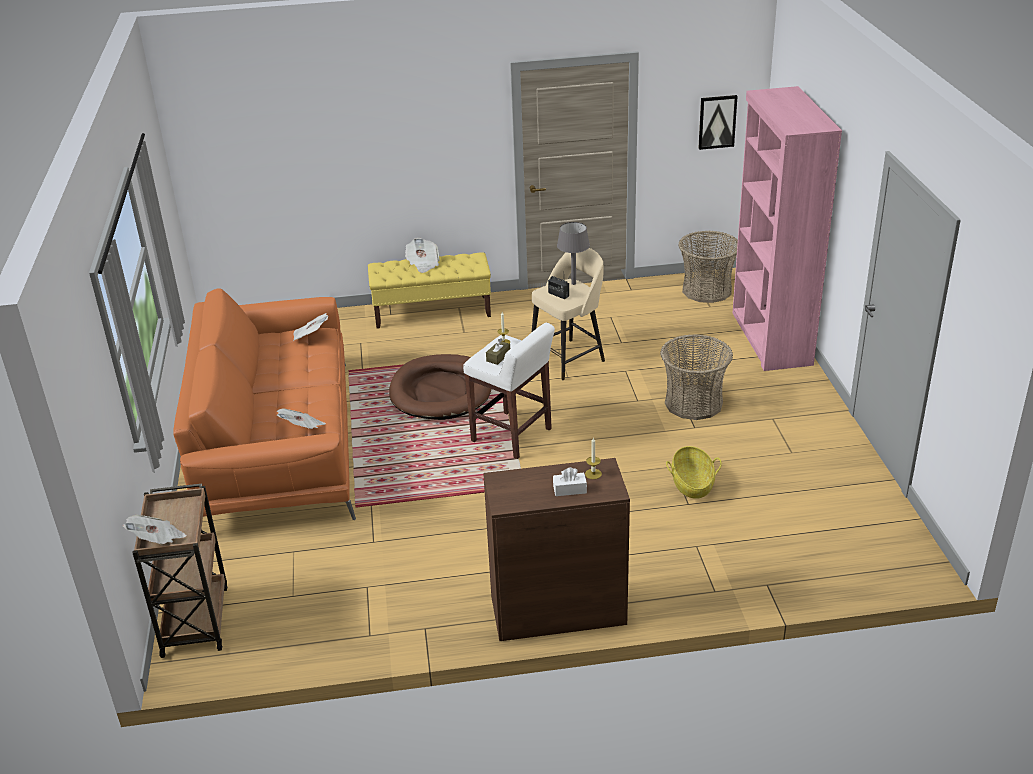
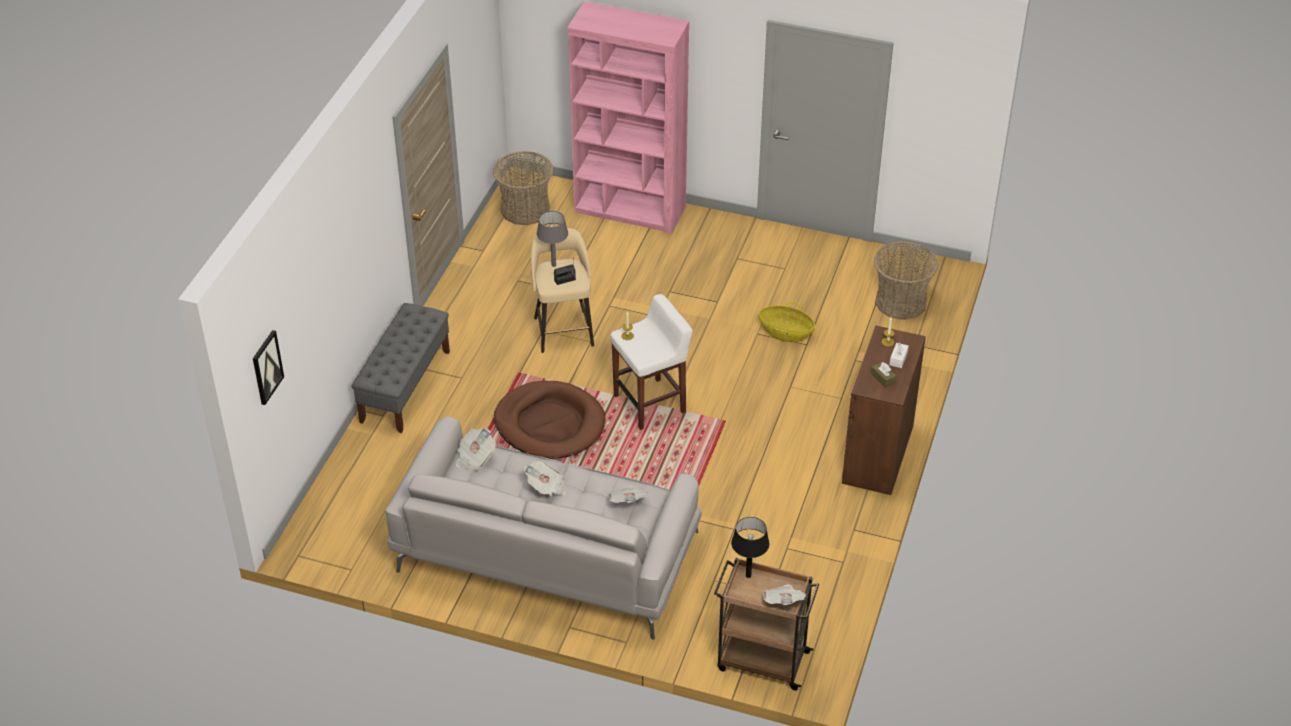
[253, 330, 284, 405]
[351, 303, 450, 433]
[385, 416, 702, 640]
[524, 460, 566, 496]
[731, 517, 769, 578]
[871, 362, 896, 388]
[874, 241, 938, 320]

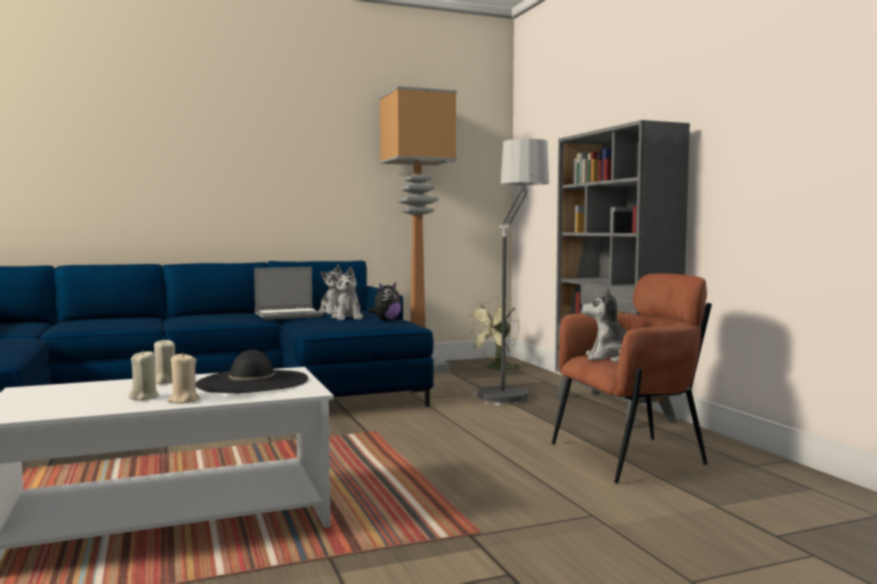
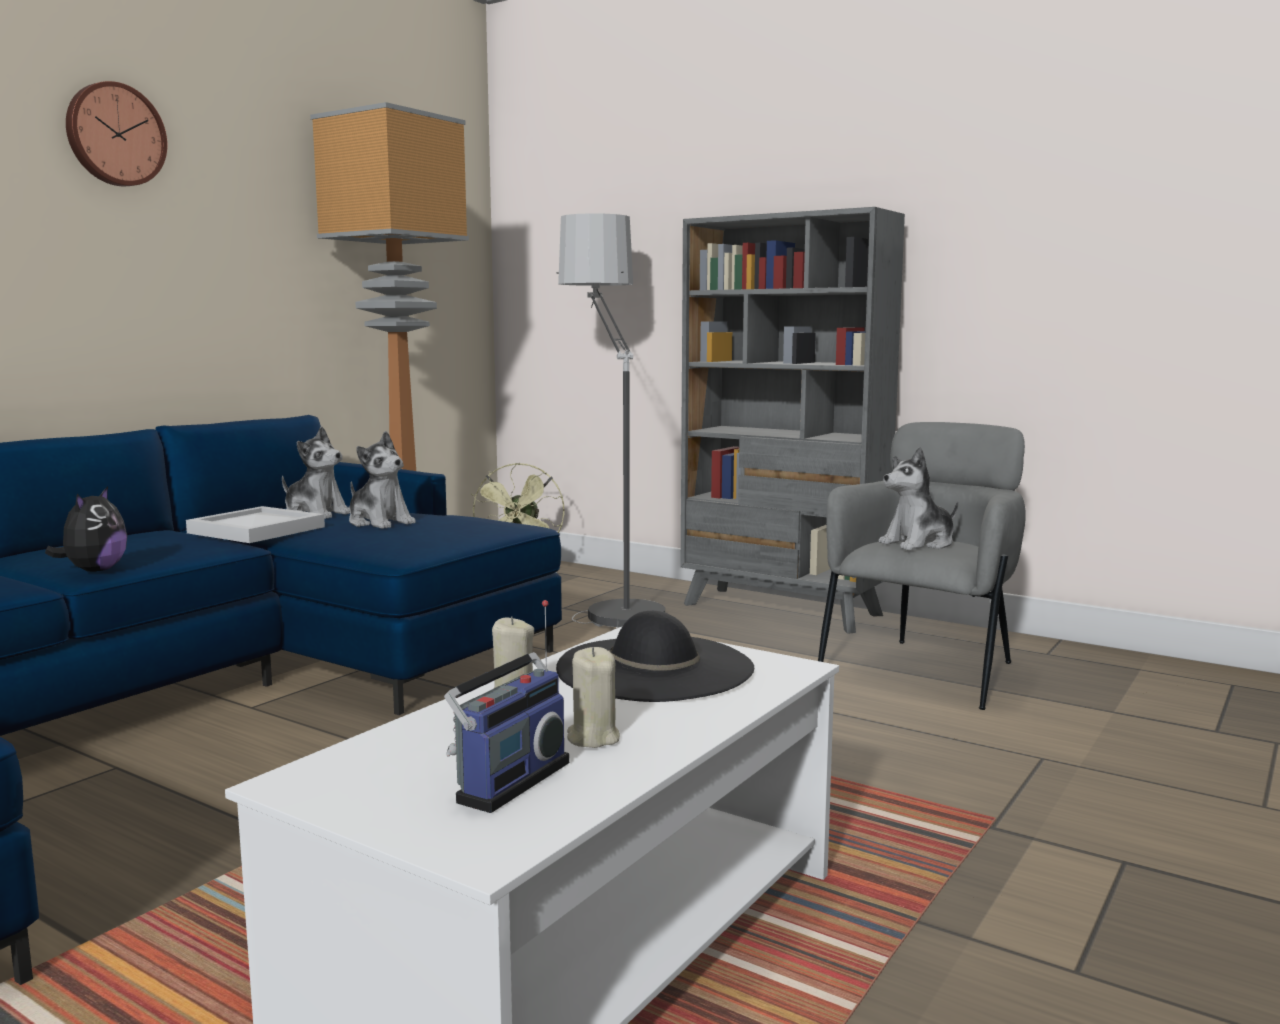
[45, 486, 127, 572]
[66, 81, 167, 186]
[186, 506, 325, 543]
[444, 600, 569, 813]
[818, 422, 1026, 710]
[167, 352, 200, 403] (first image)

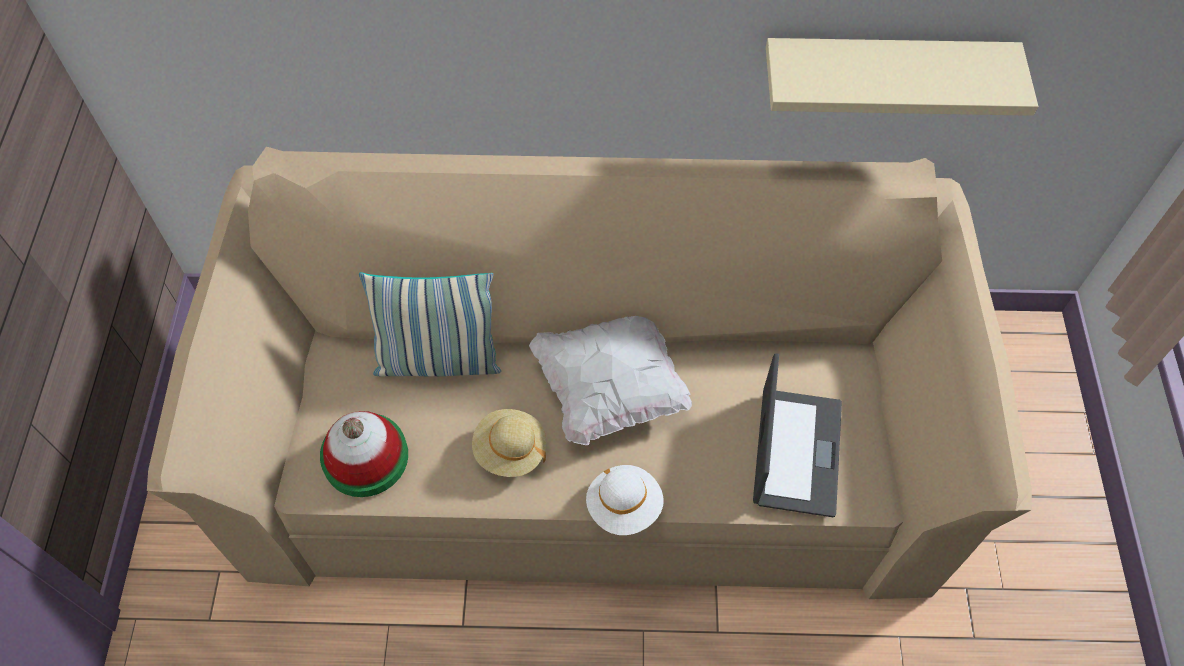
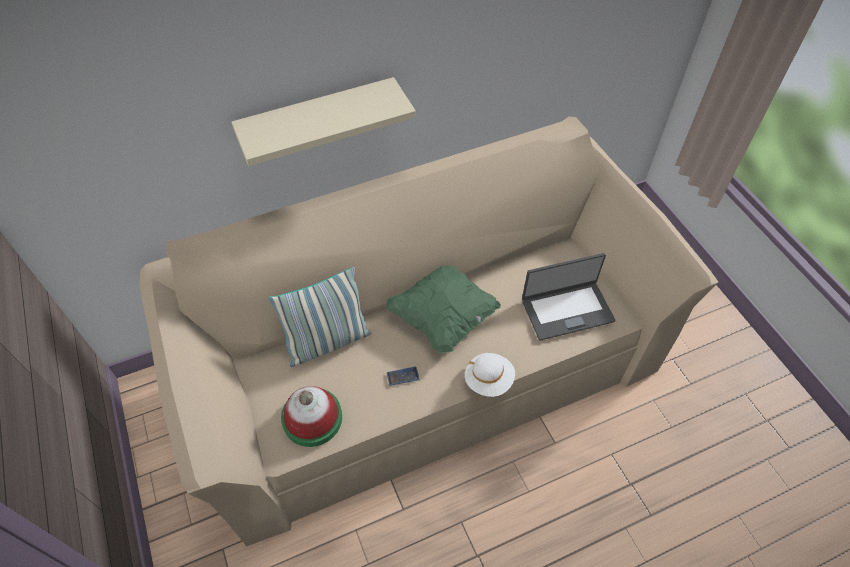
[231, 77, 416, 166]
[385, 265, 501, 354]
[387, 367, 419, 386]
[522, 253, 615, 340]

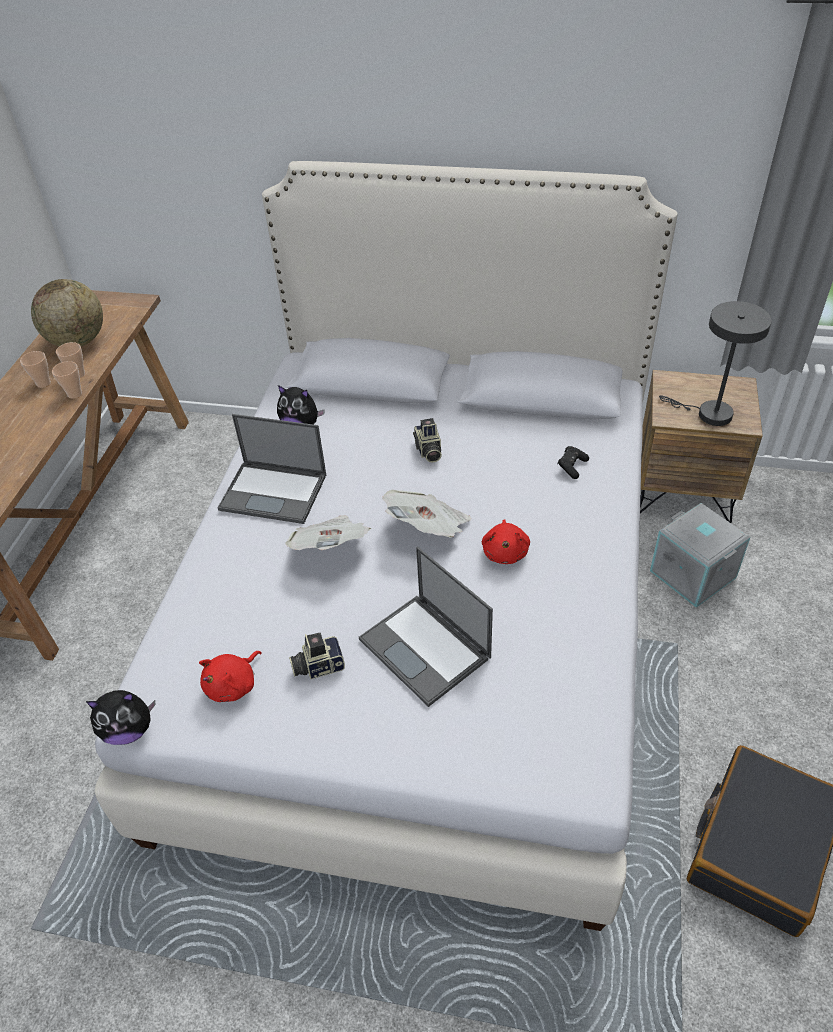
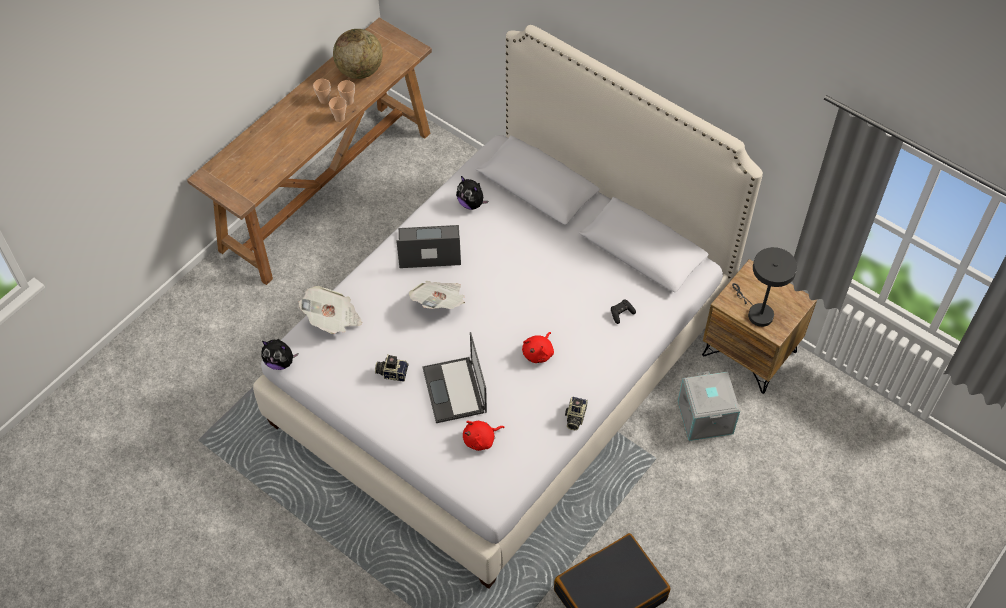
[299, 286, 362, 334]
[396, 225, 461, 268]
[463, 421, 505, 451]
[565, 397, 588, 430]

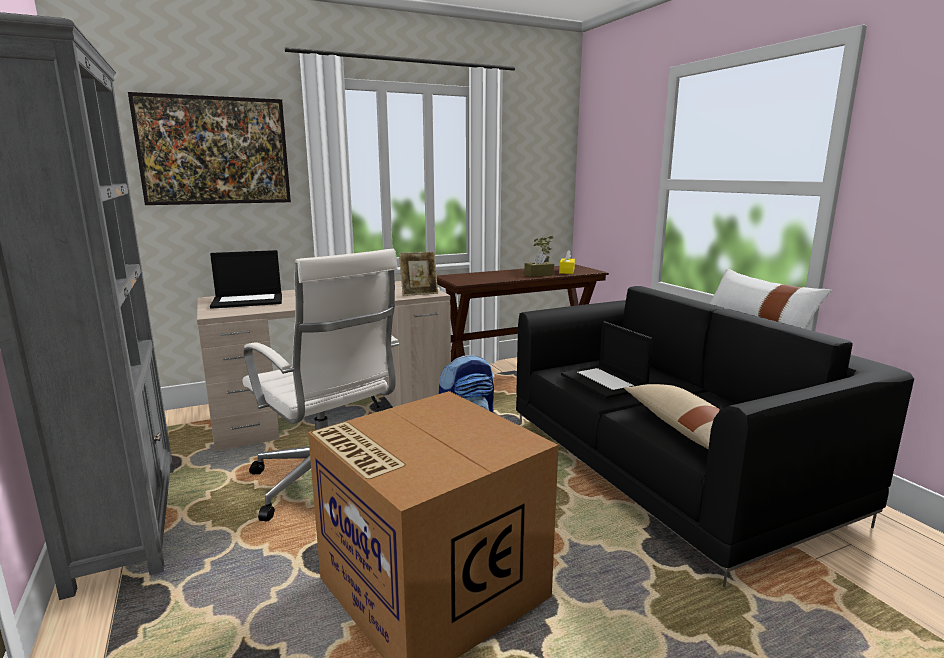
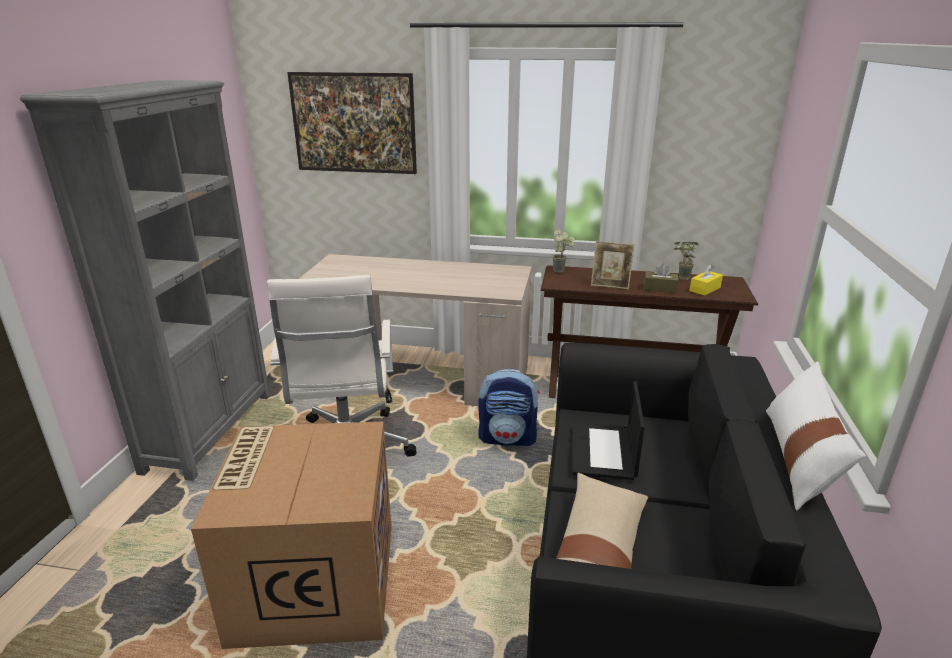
[552, 229, 575, 273]
[591, 241, 635, 289]
[210, 250, 282, 309] (first image)

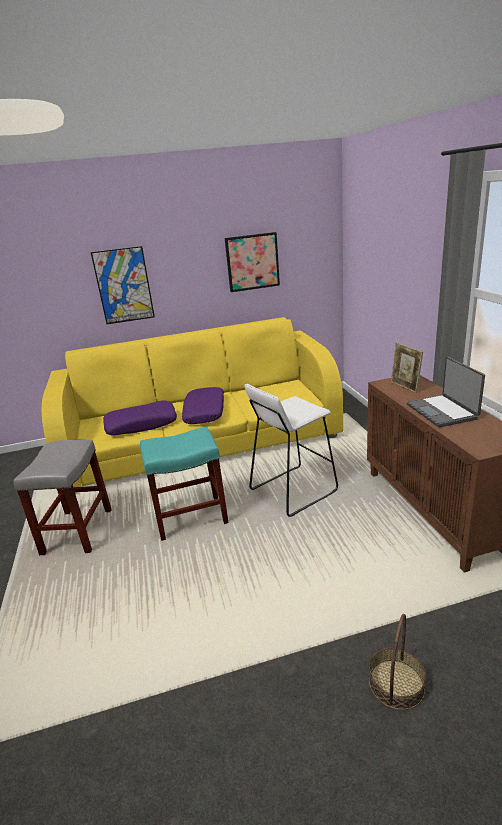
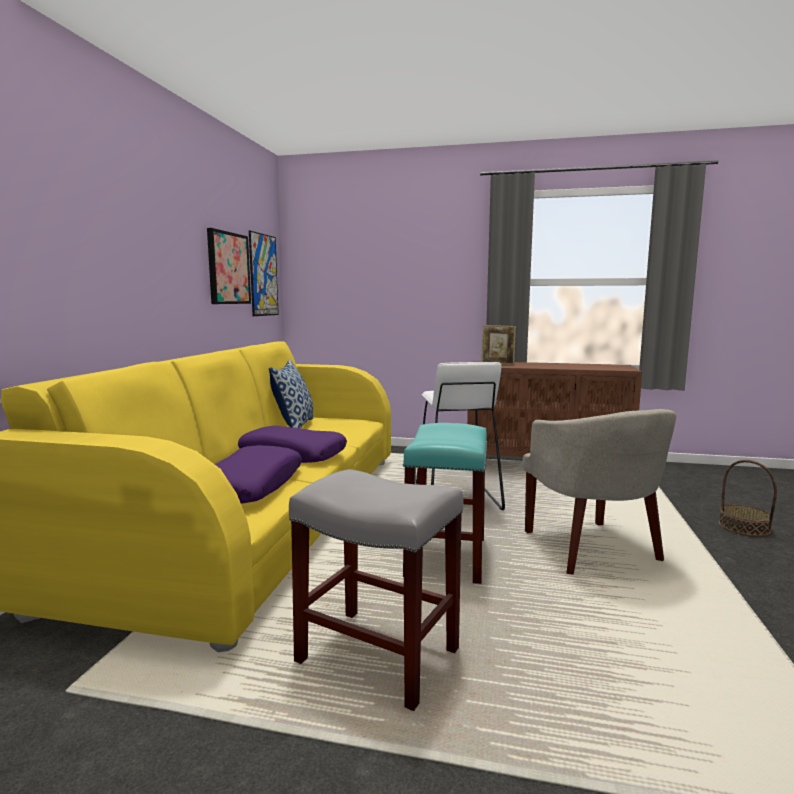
[249, 231, 279, 316]
[269, 359, 313, 429]
[522, 409, 676, 575]
[407, 357, 485, 427] (first image)

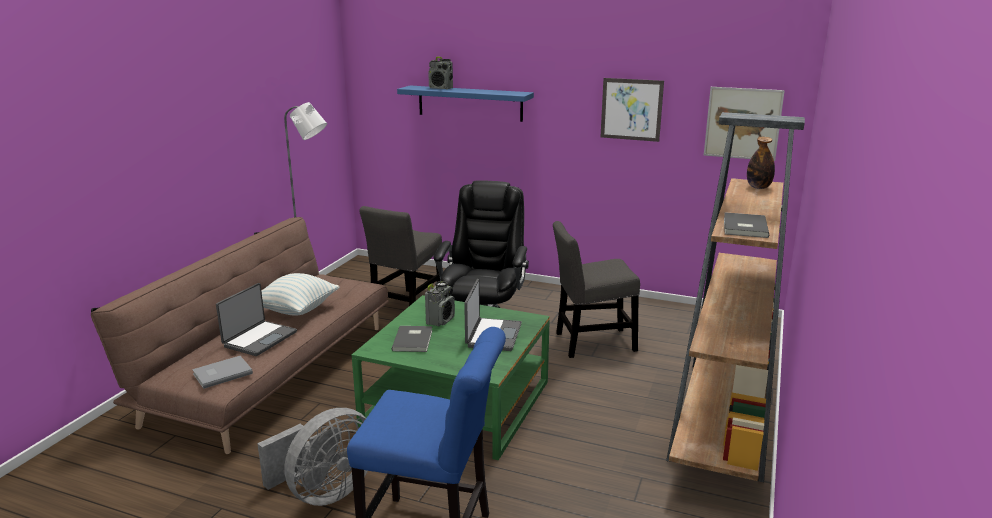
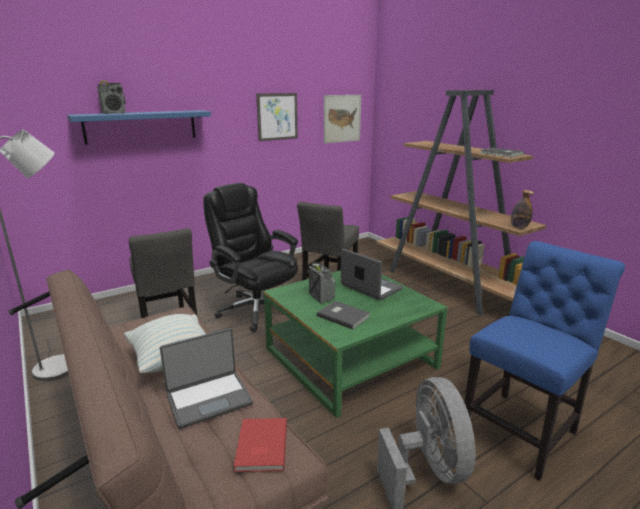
[160, 328, 253, 429]
[234, 418, 287, 472]
[511, 190, 534, 228]

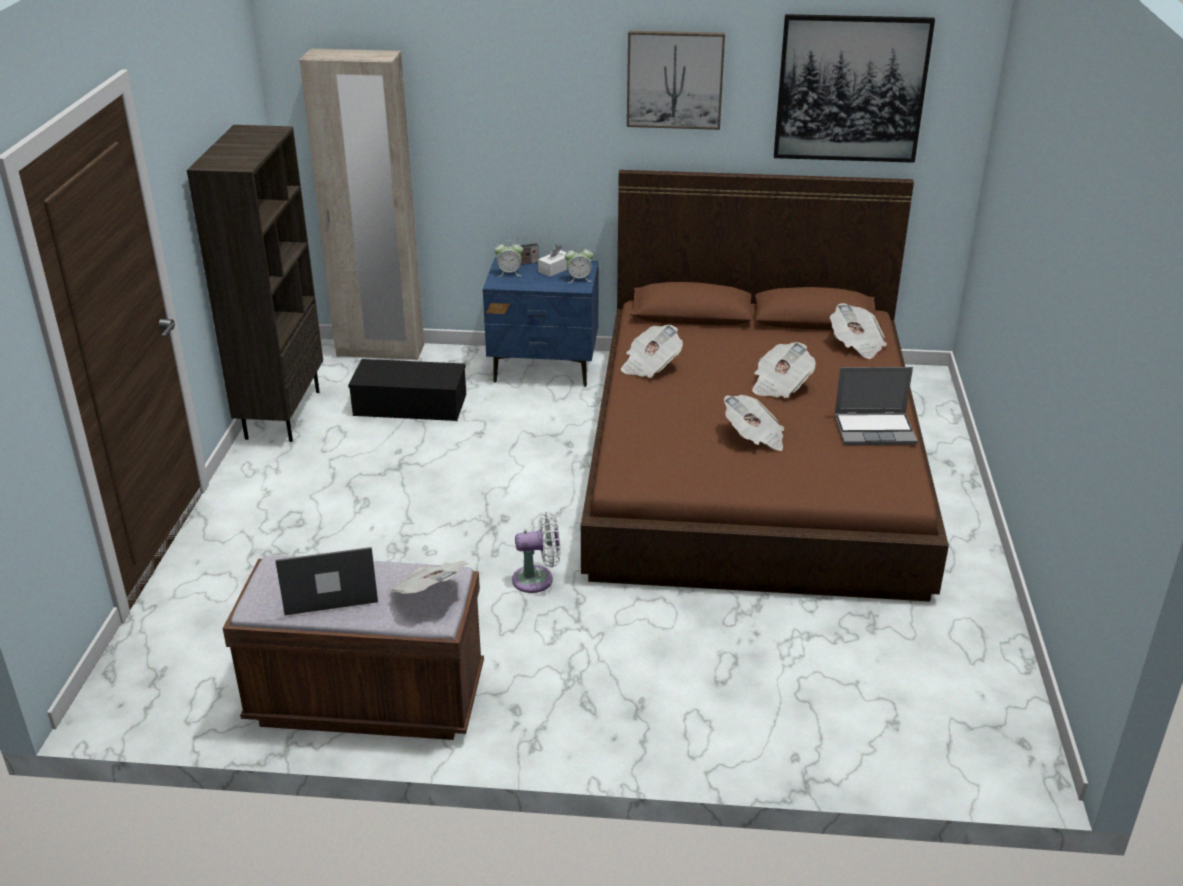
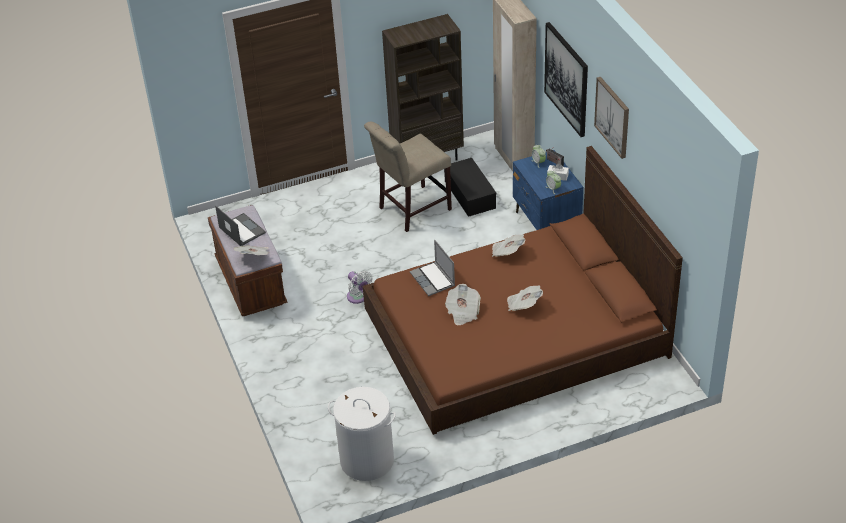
[328, 387, 396, 481]
[364, 121, 452, 232]
[410, 239, 455, 296]
[544, 22, 588, 137]
[830, 303, 887, 359] (first image)

